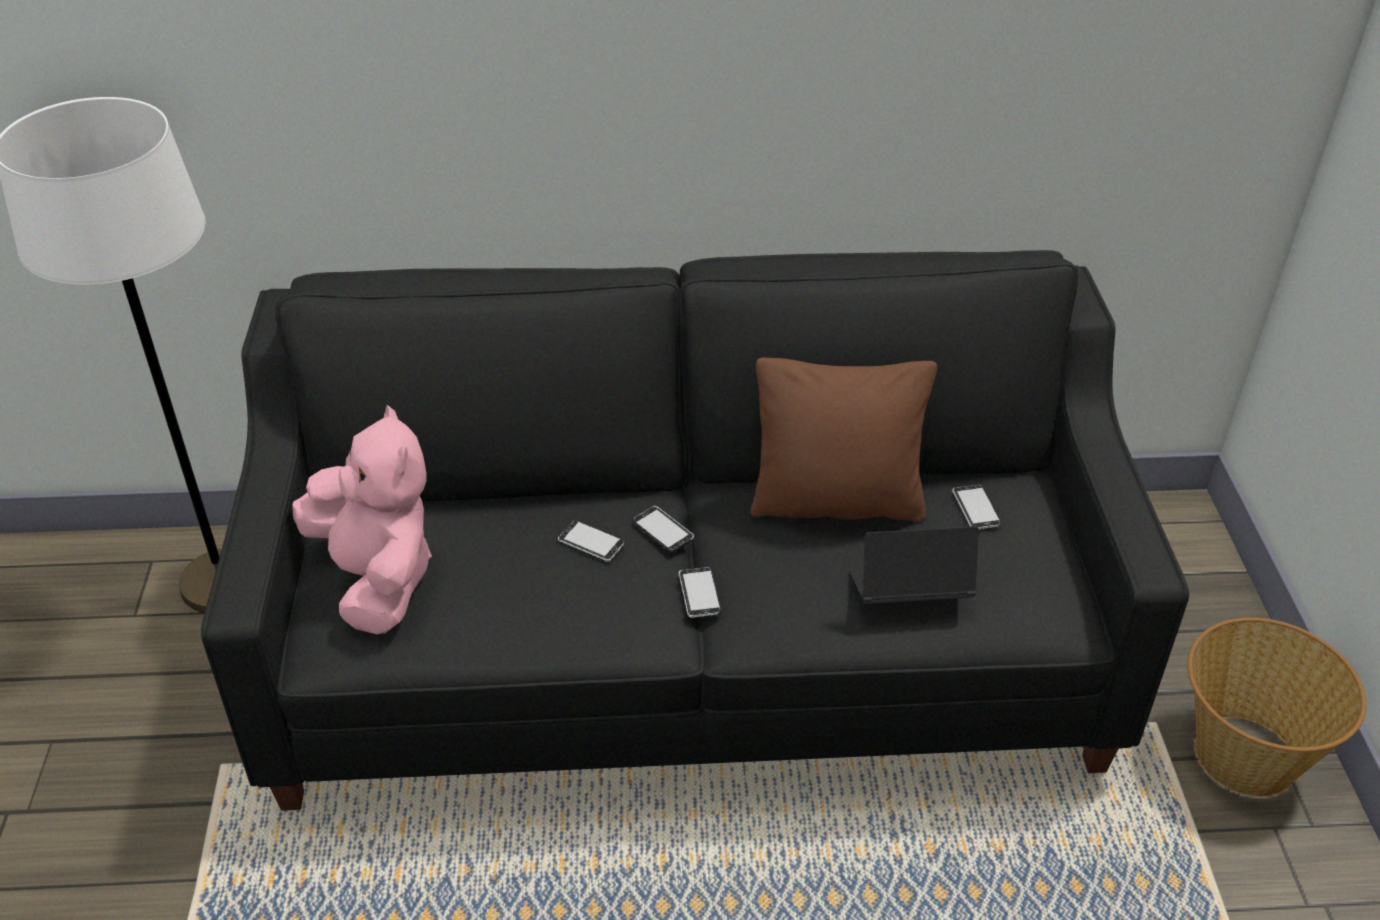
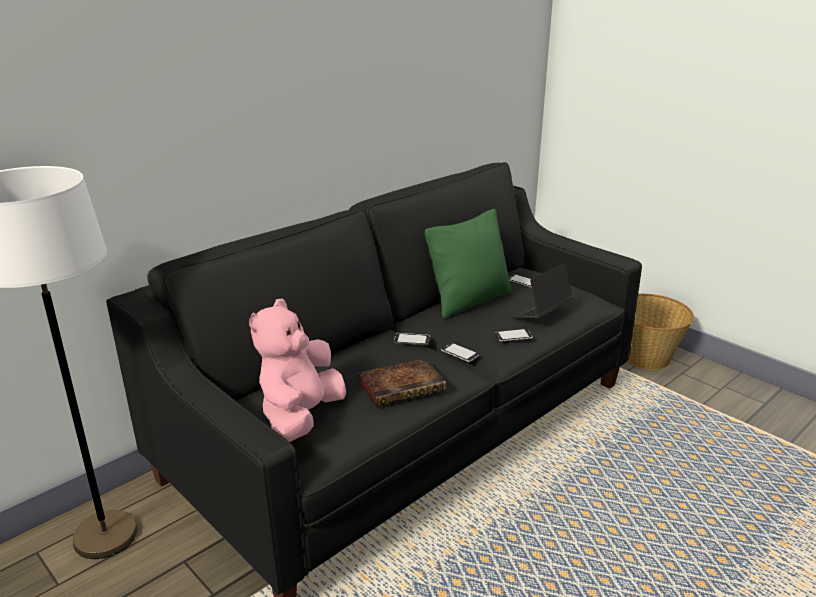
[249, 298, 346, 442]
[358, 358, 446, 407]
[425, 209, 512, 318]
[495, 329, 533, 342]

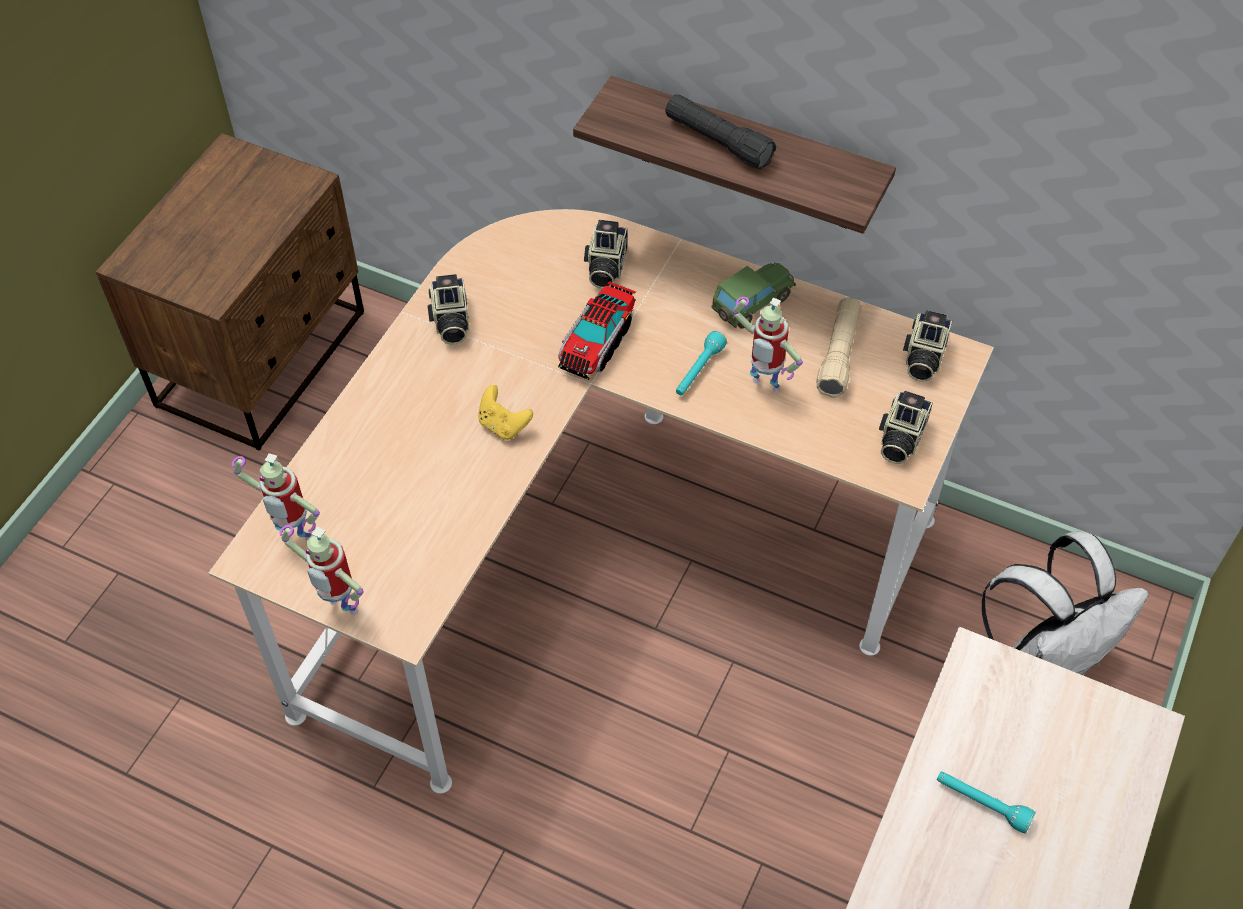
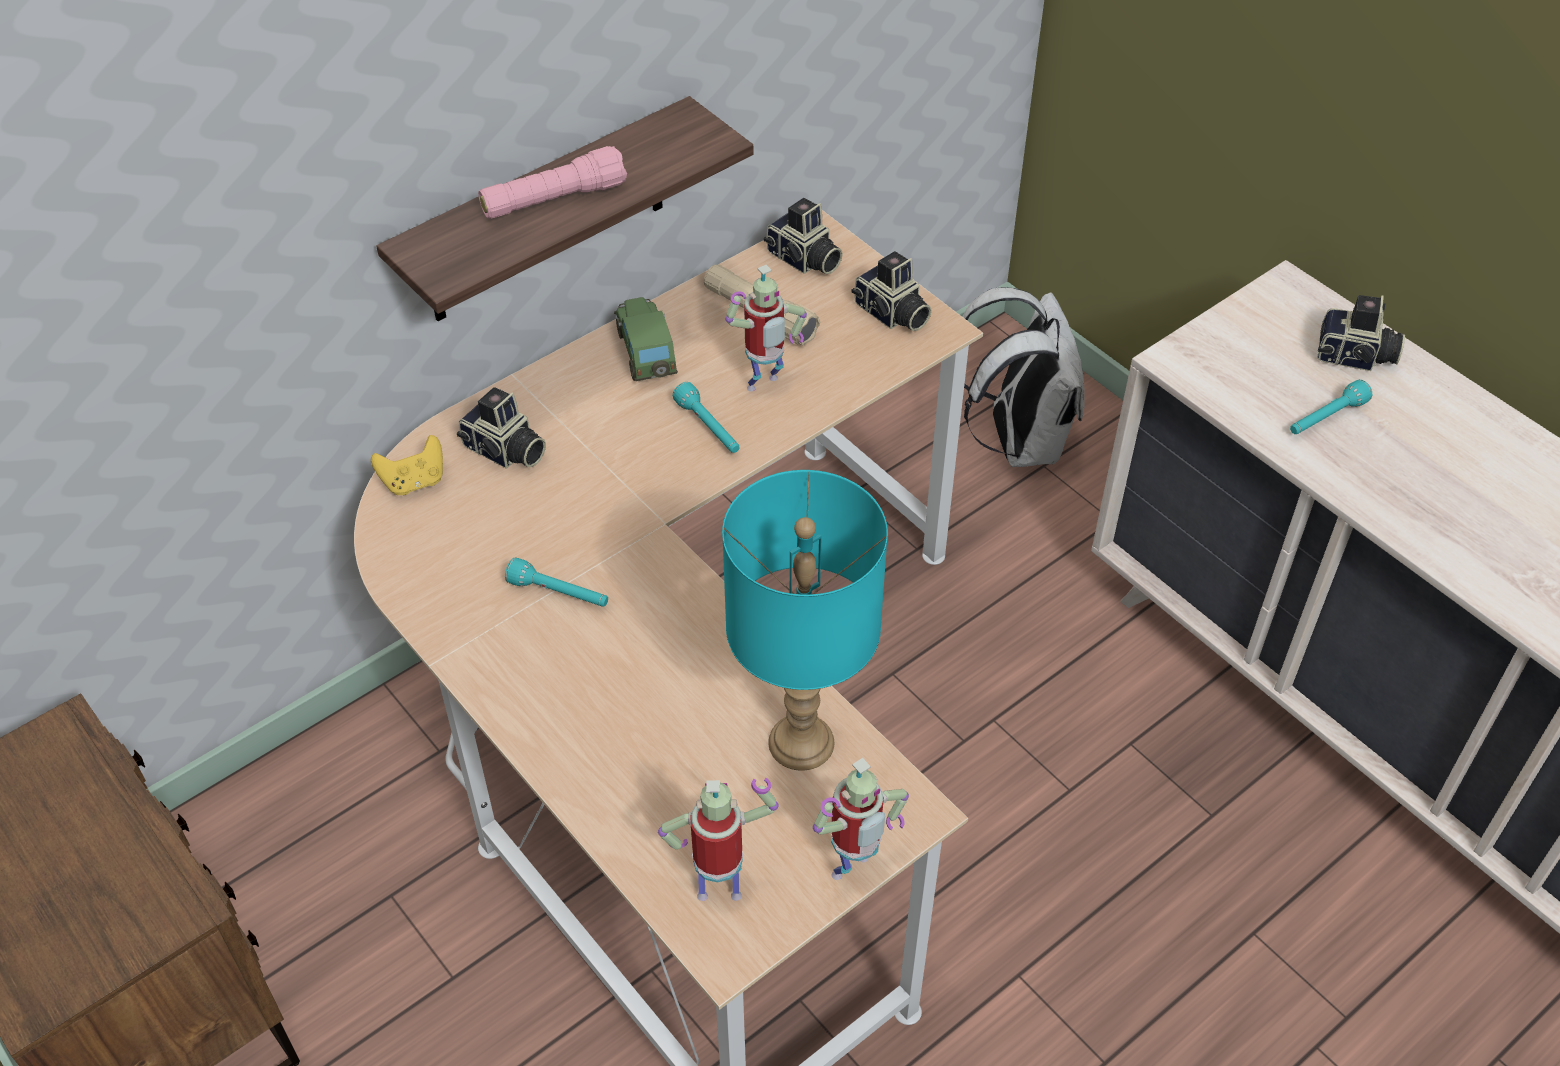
[371, 435, 443, 495]
[478, 146, 627, 219]
[505, 558, 608, 607]
[658, 777, 779, 901]
[722, 470, 888, 771]
[1317, 295, 1405, 371]
[558, 281, 636, 380] (first image)

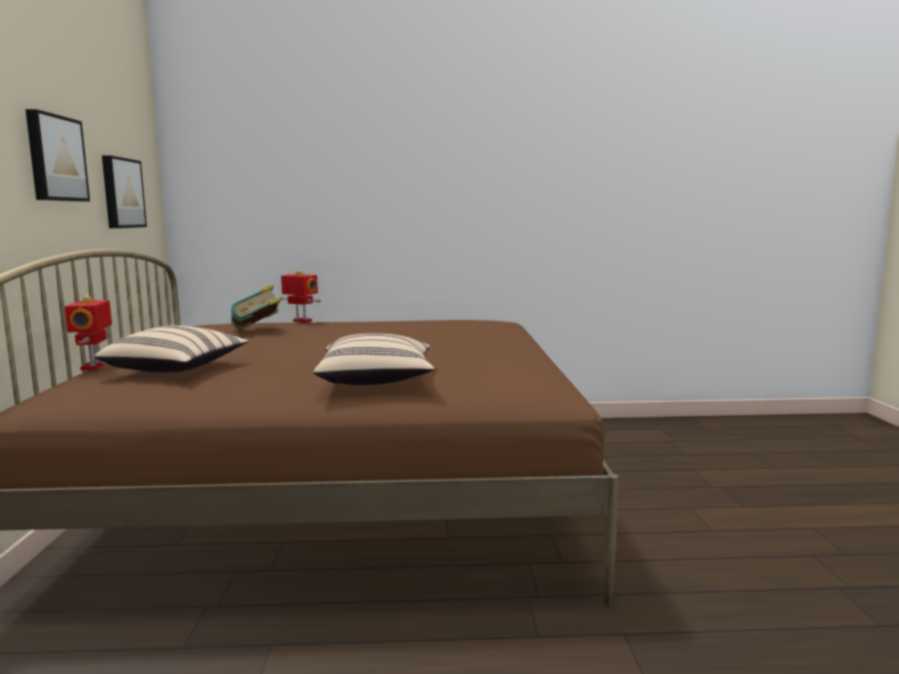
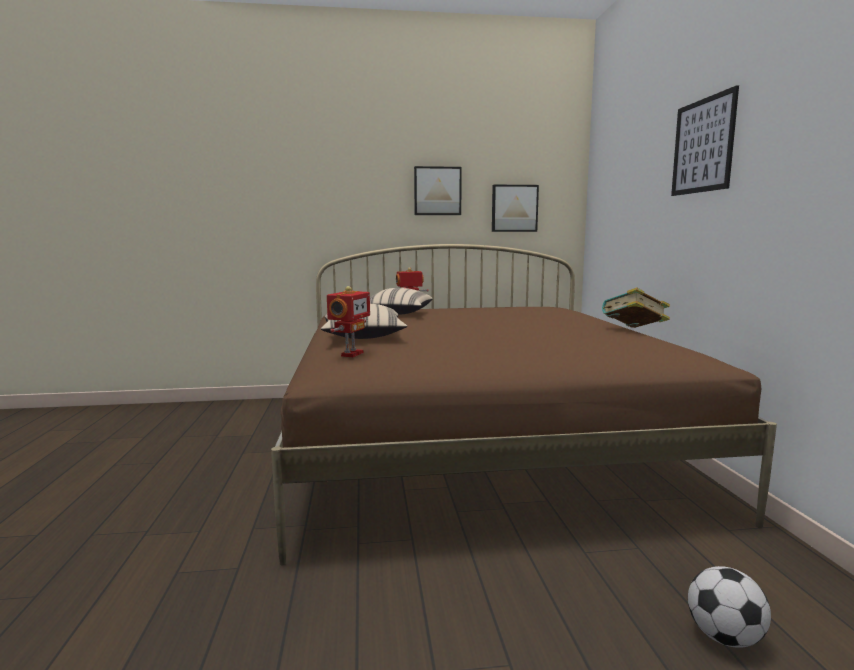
[327, 286, 370, 357]
[602, 287, 670, 328]
[671, 85, 739, 196]
[688, 566, 771, 648]

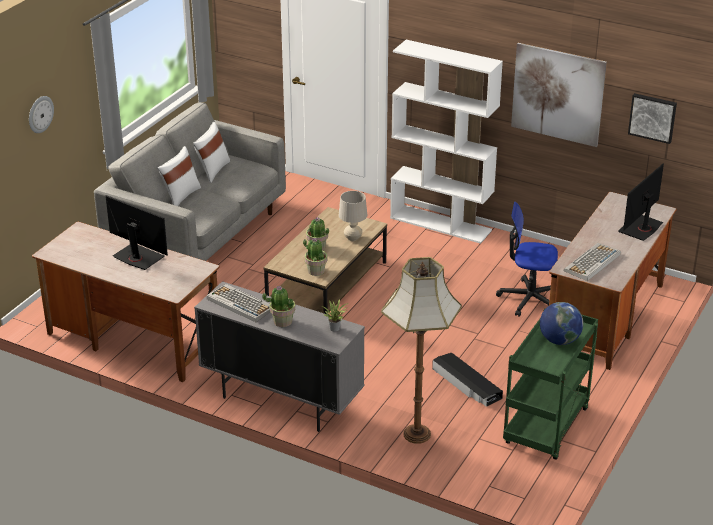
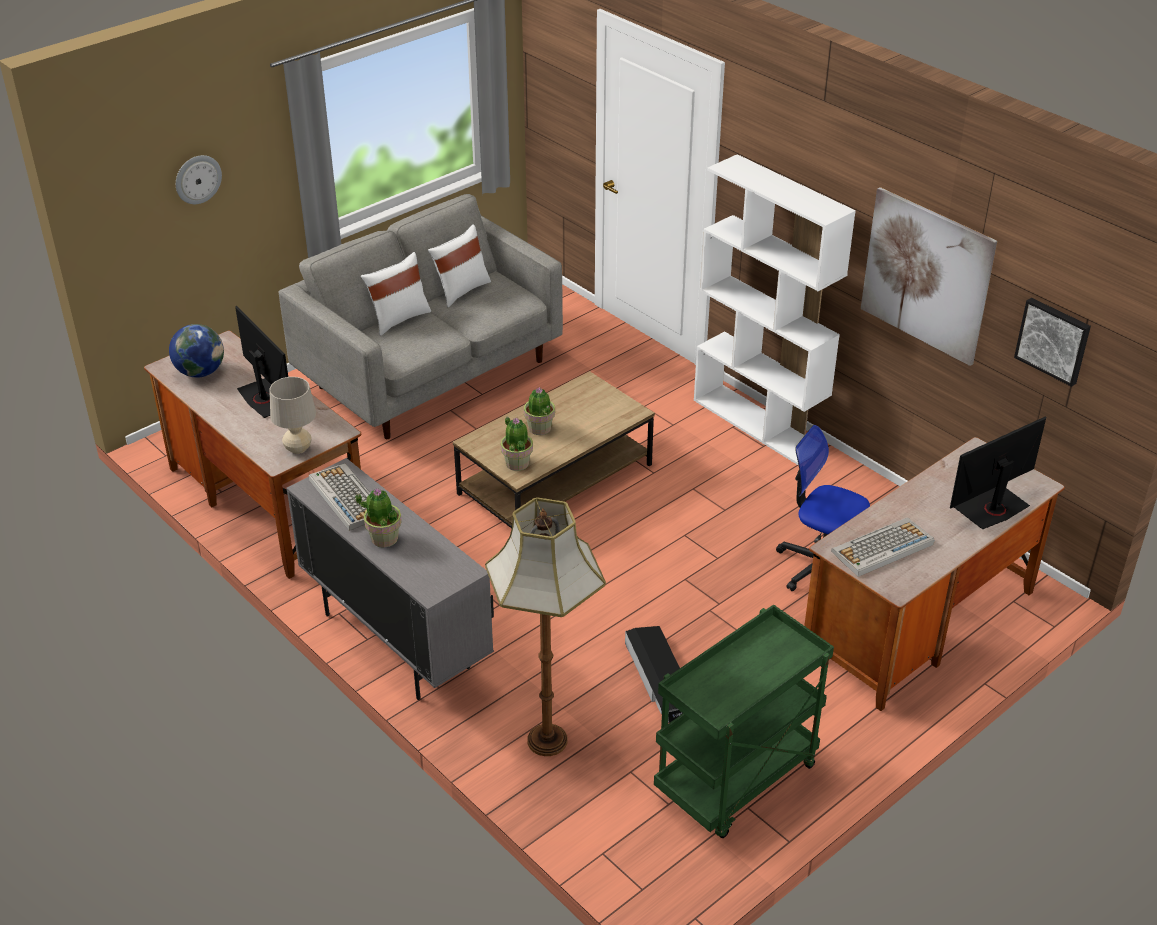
[169, 324, 224, 378]
[269, 377, 316, 454]
[322, 299, 349, 332] (first image)

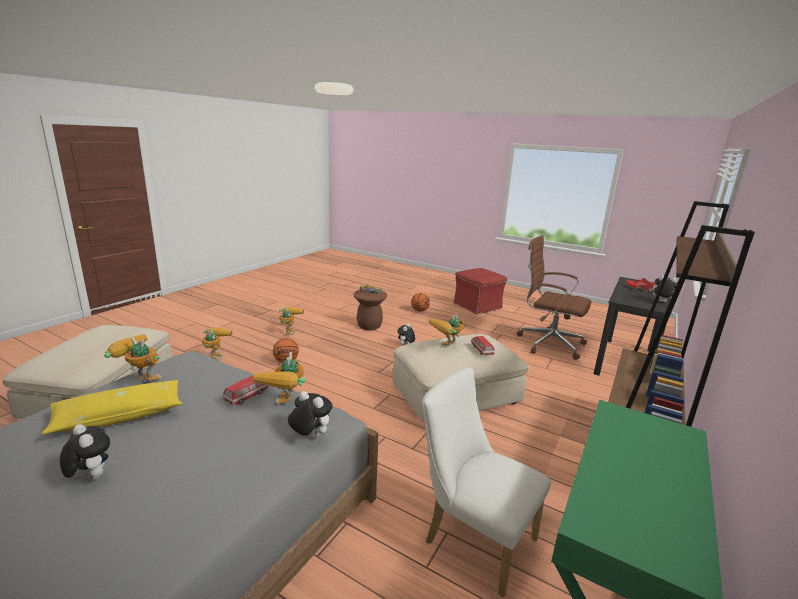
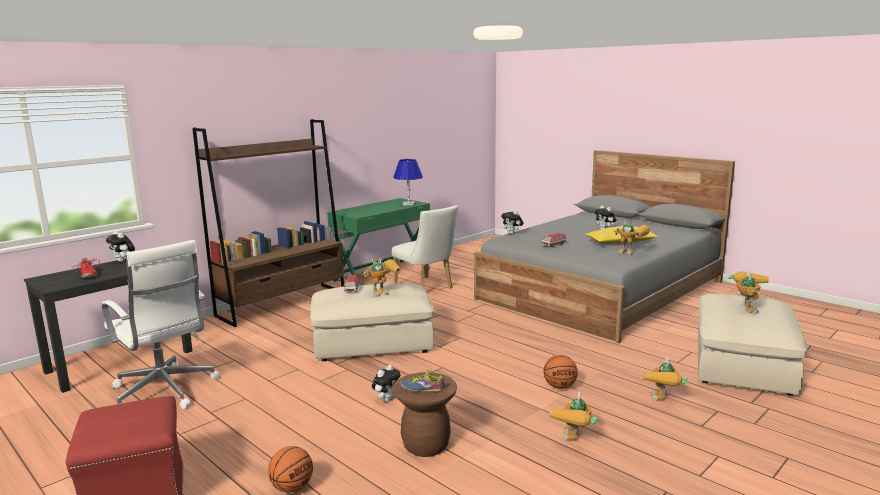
[102, 240, 221, 409]
[393, 159, 423, 205]
[728, 271, 769, 314]

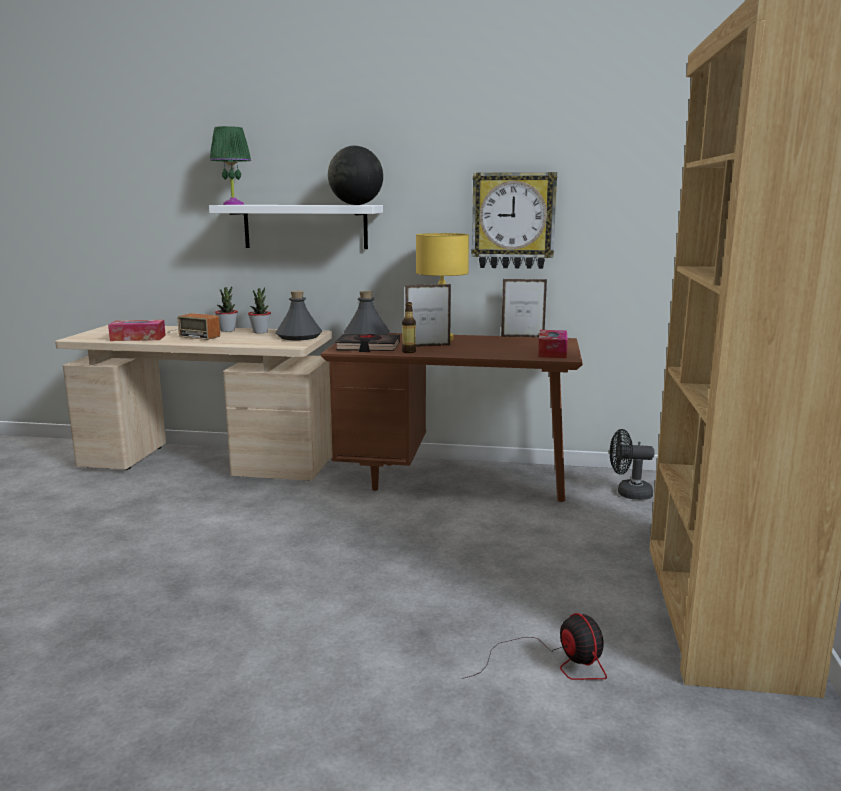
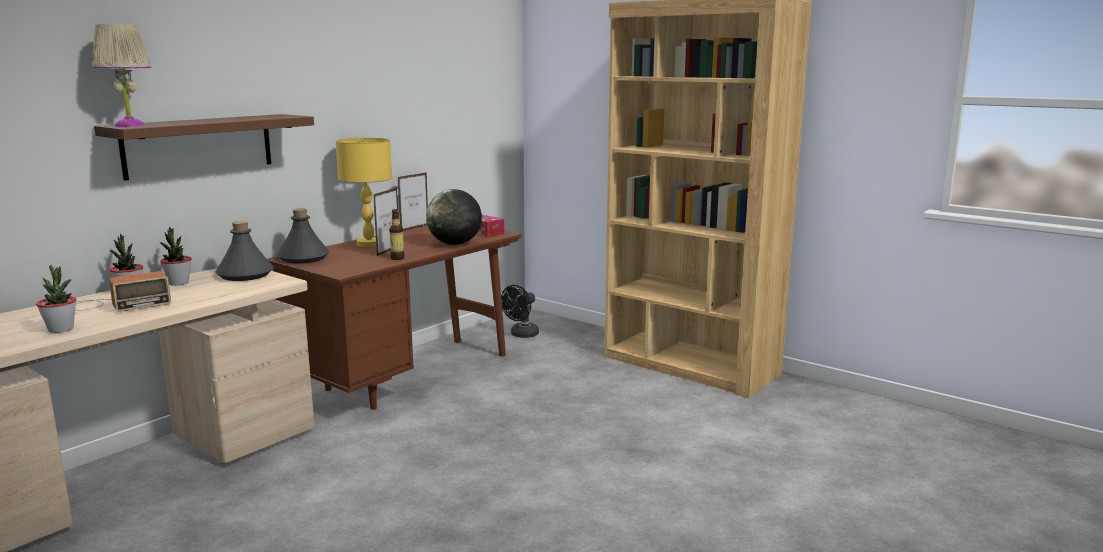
[36, 265, 76, 333]
[92, 24, 152, 127]
[94, 114, 314, 181]
[426, 189, 482, 245]
[335, 334, 400, 352] (first image)
[462, 613, 607, 680] (first image)
[471, 172, 557, 269] (first image)

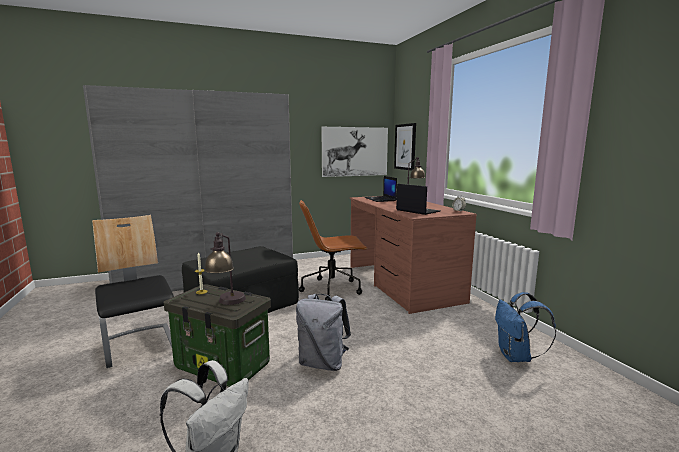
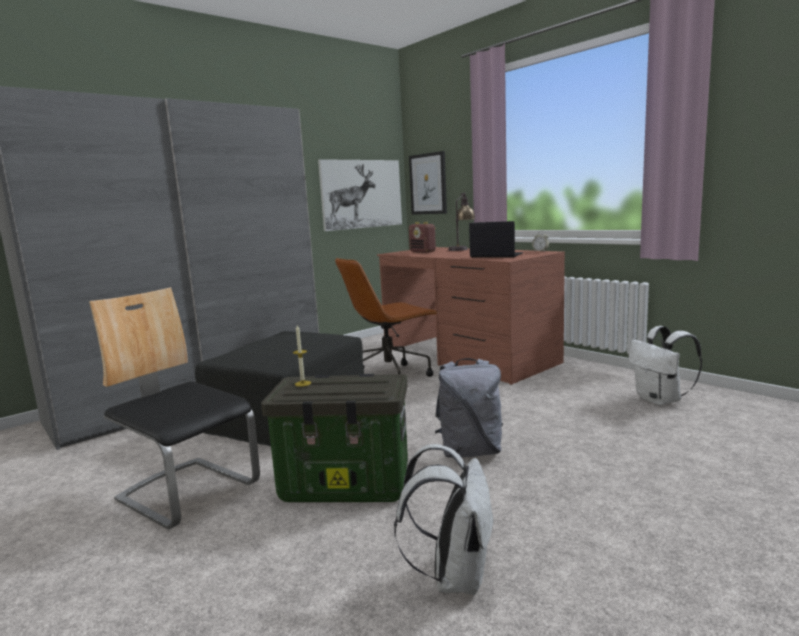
[409, 222, 436, 253]
[628, 326, 702, 406]
[204, 232, 246, 305] (first image)

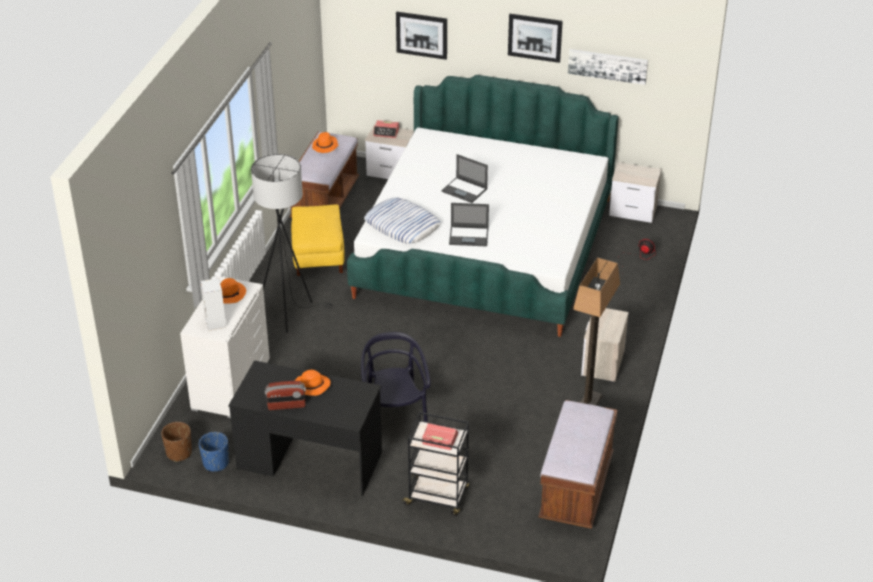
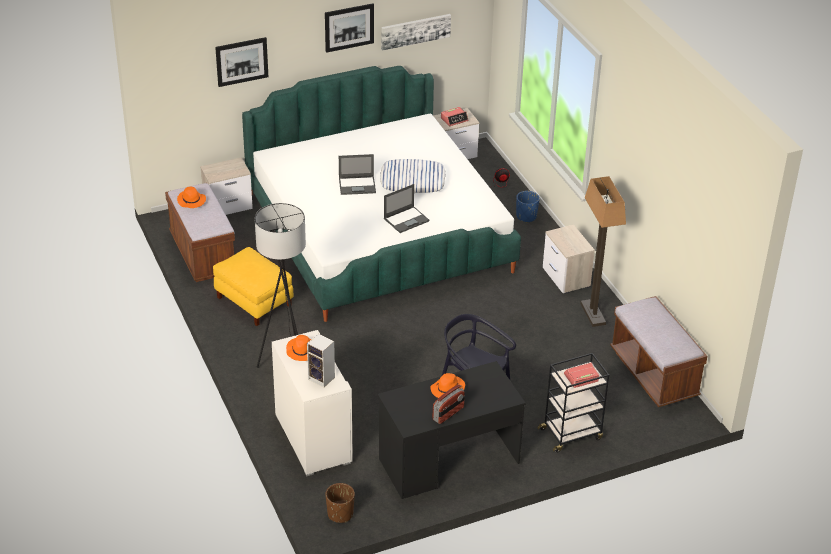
[380, 159, 446, 193]
[441, 107, 469, 126]
[516, 191, 540, 223]

